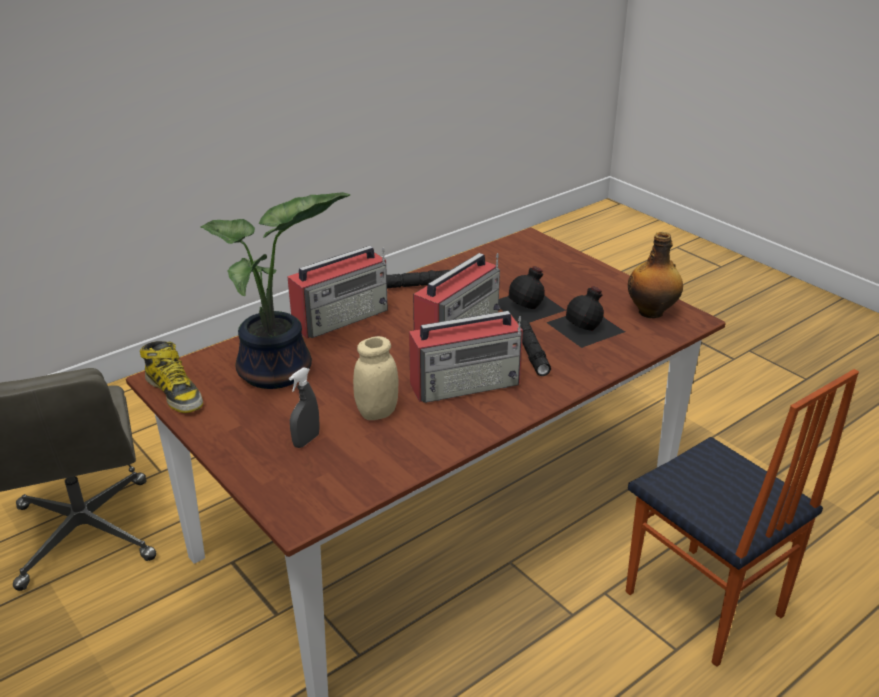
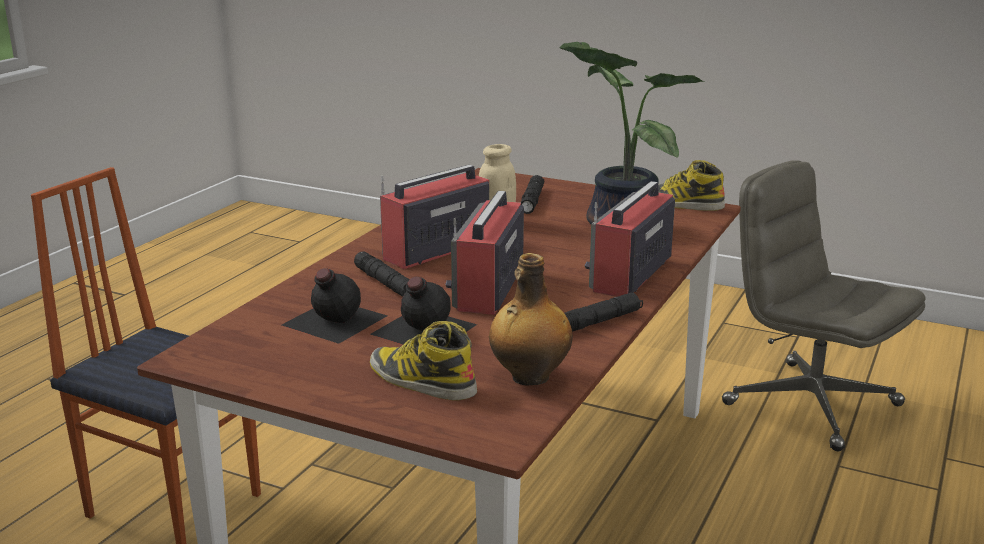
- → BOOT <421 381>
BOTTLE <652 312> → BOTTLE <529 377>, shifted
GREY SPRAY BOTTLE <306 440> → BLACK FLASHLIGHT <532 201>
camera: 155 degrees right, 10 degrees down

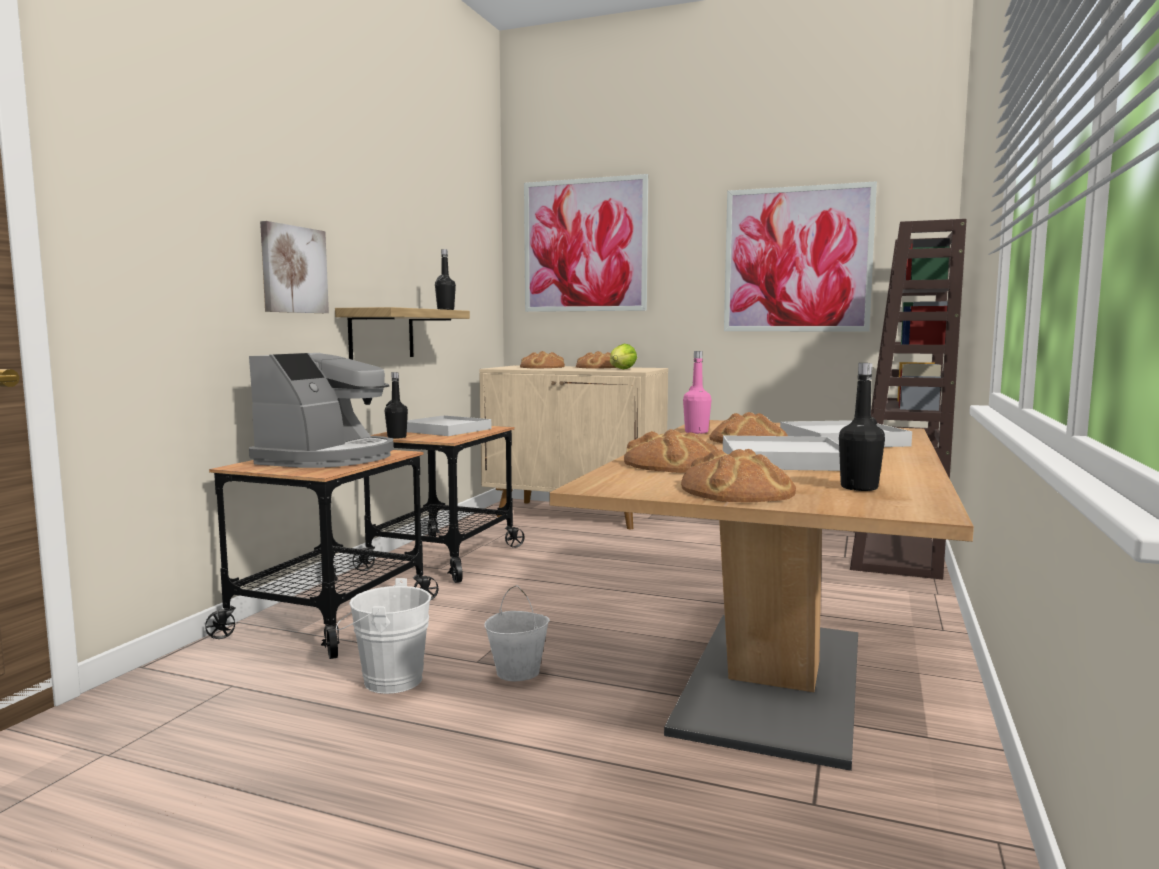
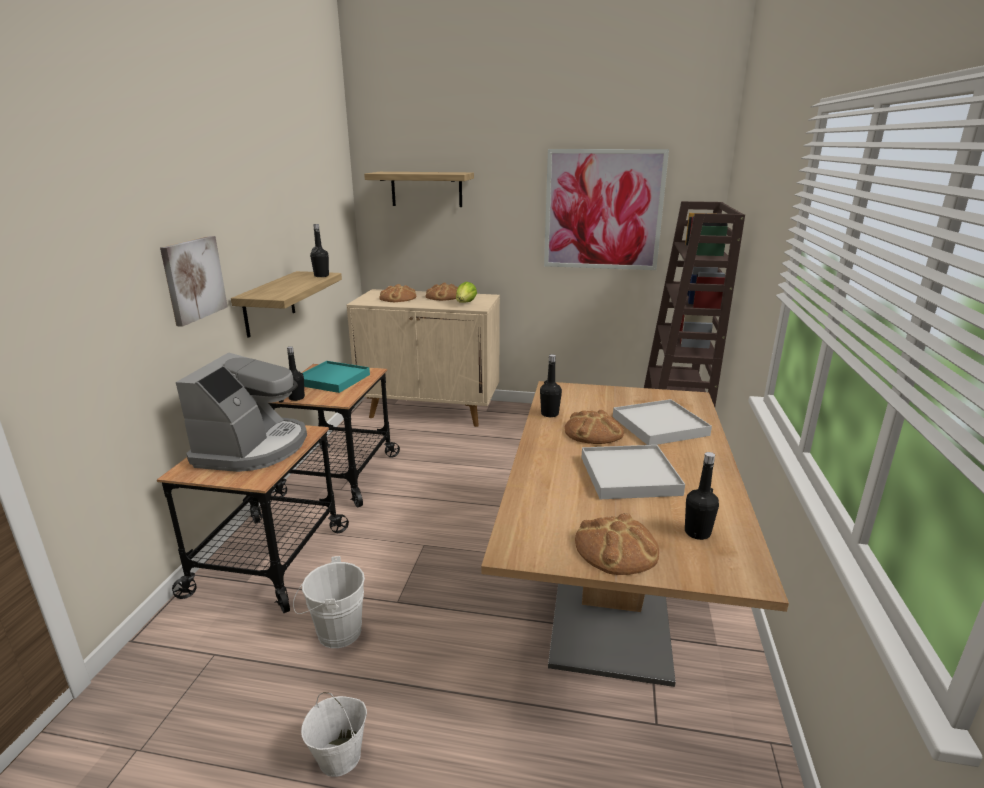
BREAD <672 464> → -
WHITE BUCKET <518 672> → WHITE BUCKET <340 756>, shifted
PICTURE <585 245> → SHELF <426 189>
WHITE TRAY <446 430> → TURQUOISE TRAY <333 379>
PINK BOTTLE <696 432> → BLACK BOTTLE <549 414>
camera: 10 degrees left, 15 degrees up

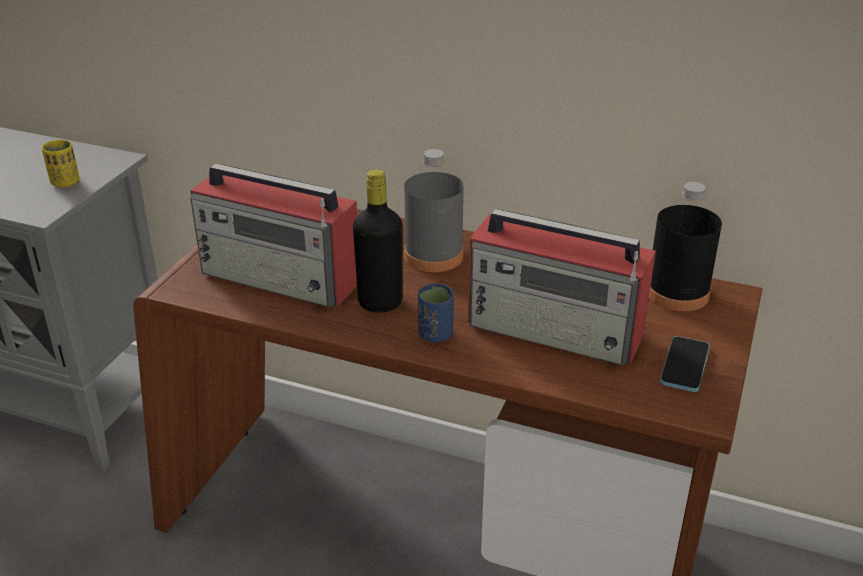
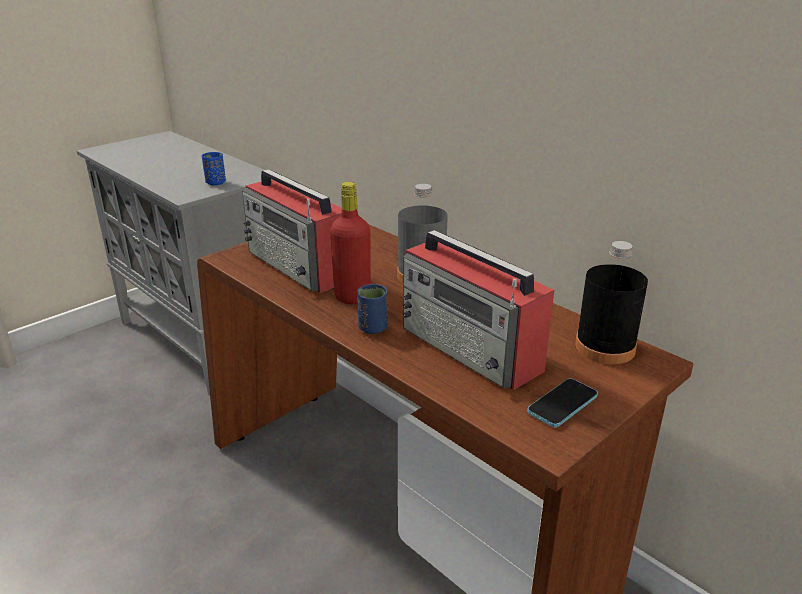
YELLOW CUP <65 182> → BLUE CUP <215 183>
BLACK BOTTLE <380 303> → RED BOTTLE <352 297>
camera: 25 degrees right, 5 degrees down

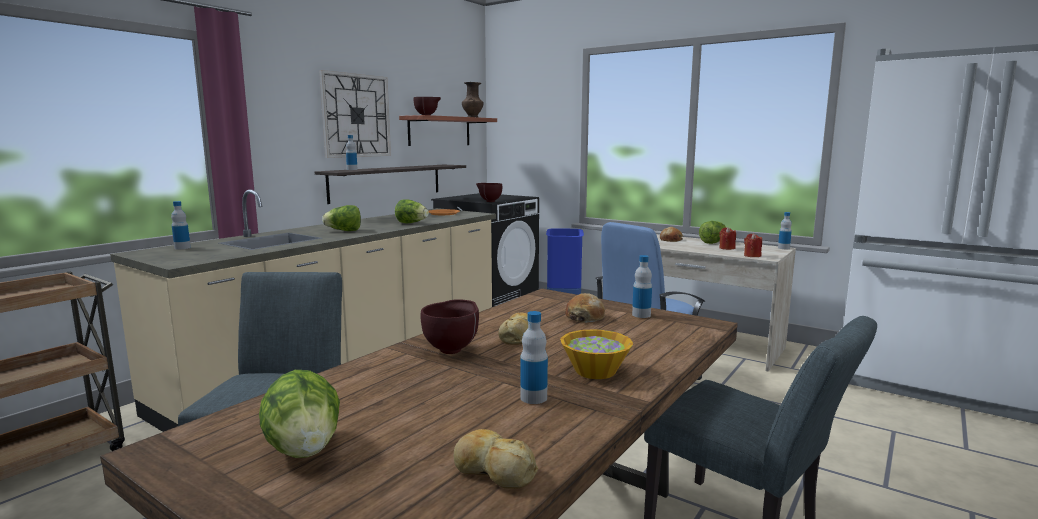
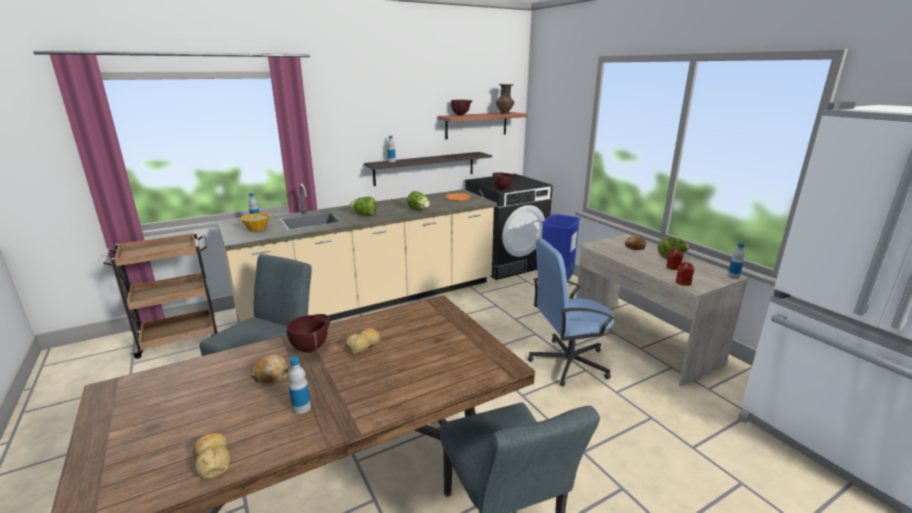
LETTUCE <304 449> → -
WALL CLOCK <356 115> → -
BOTTLE <641 315> → -
BOWL <595 371> → BOWL <257 228>, shifted
BREAD <585 317> → BREAD <271 375>, shifted
camera: 25 degrees right, 10 degrees up

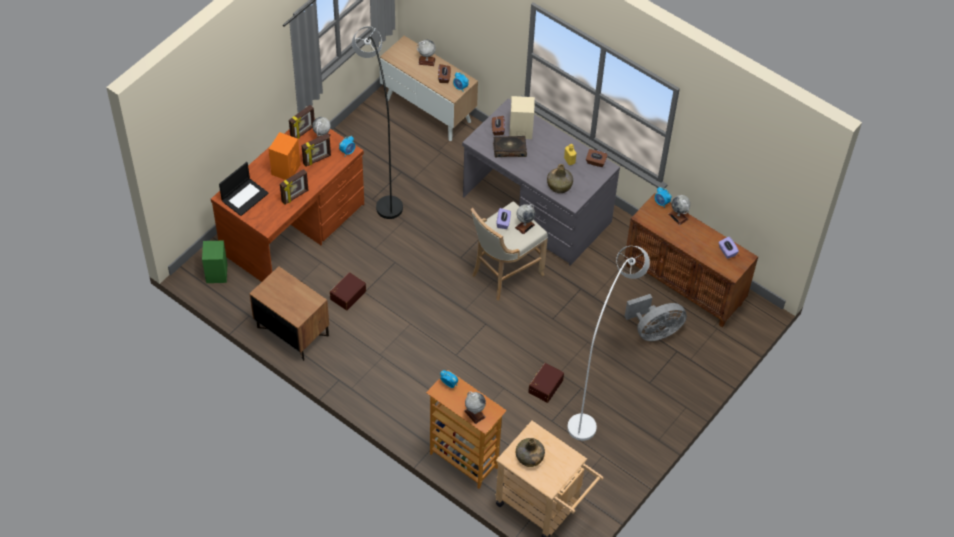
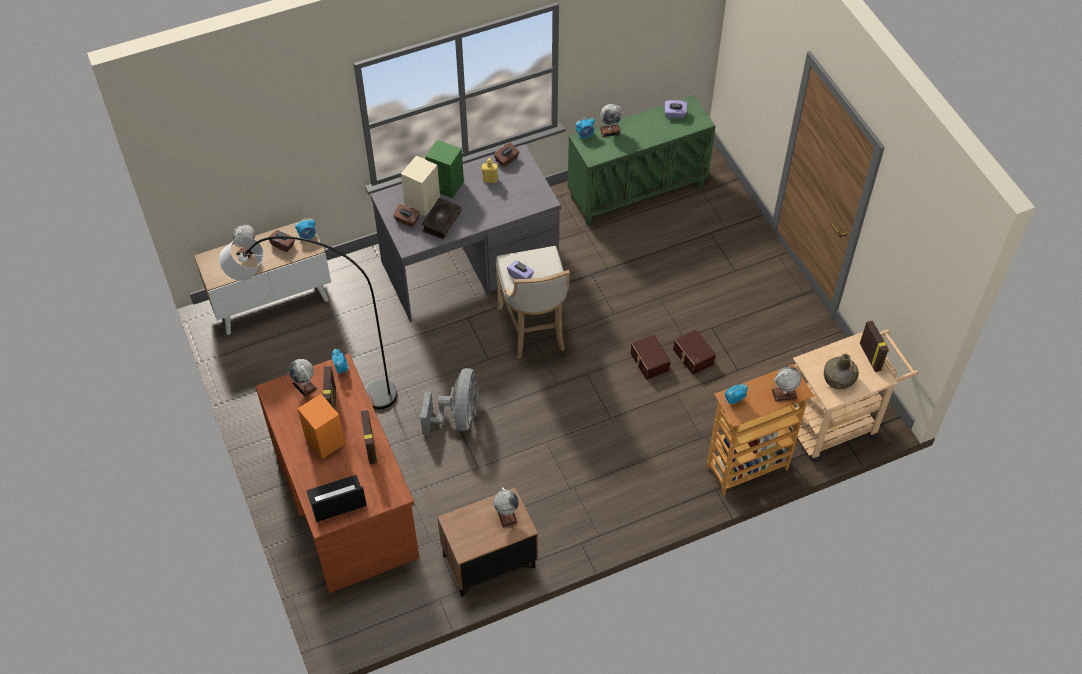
GREEN BOTTLE <559 185> → -
WHITE FLOOR LAMP <601 385> → -
GREEN SPEAKER <216 274> → GREEN SPEAKER <447 185>, shifted
PICTURE FRAME <303 132> → PICTURE FRAME <870 357>, shifted
BROWN STORAGE BOX <347 294> → BROWN STORAGE BOX <648 362>, shifted
GLOBE <525 226> → GLOBE <506 515>, shifted
GREY FAN <654 331> → GREY FAN <458 417>, shifted
BROWN CABINET <684 285> → GREEN CABINET <637 191>
LAPTOP <245 196> → LAPTOP <336 500>, 90 degrees counterclockwise
camera: 60 degrees left, 0 degrees up

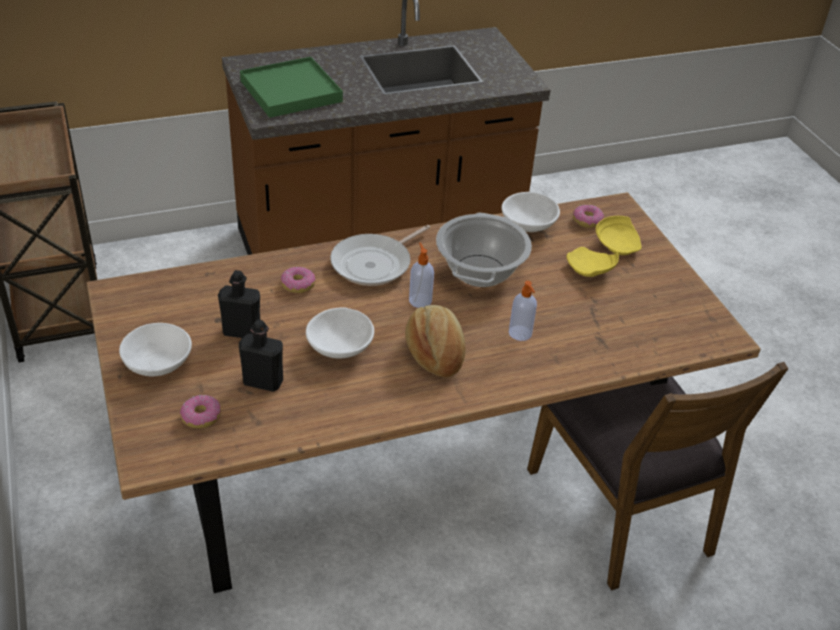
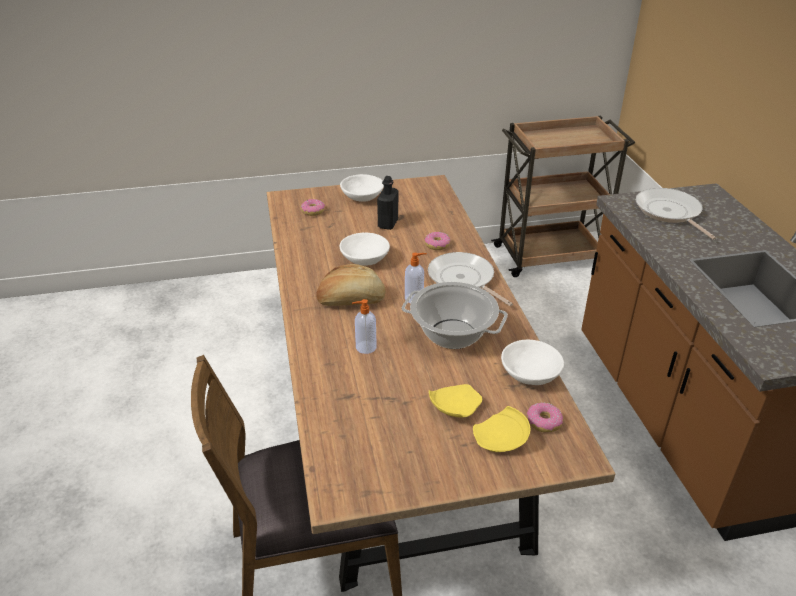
BLACK BOTTLE <263 382> → -
GREEN TRAY <291 91> → FRYING PAN <669 212>
camera: 100 degrees right, 5 degrees down

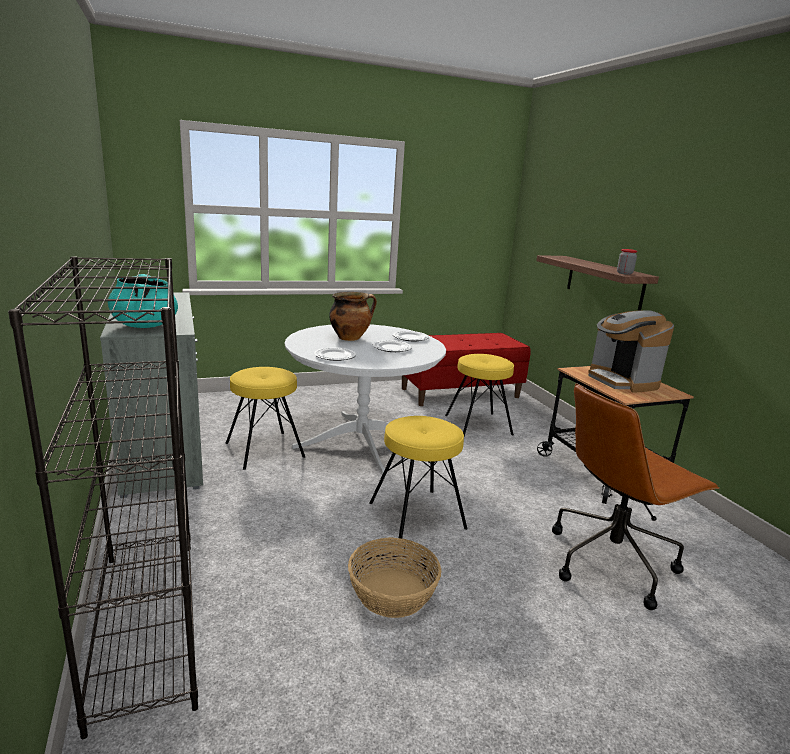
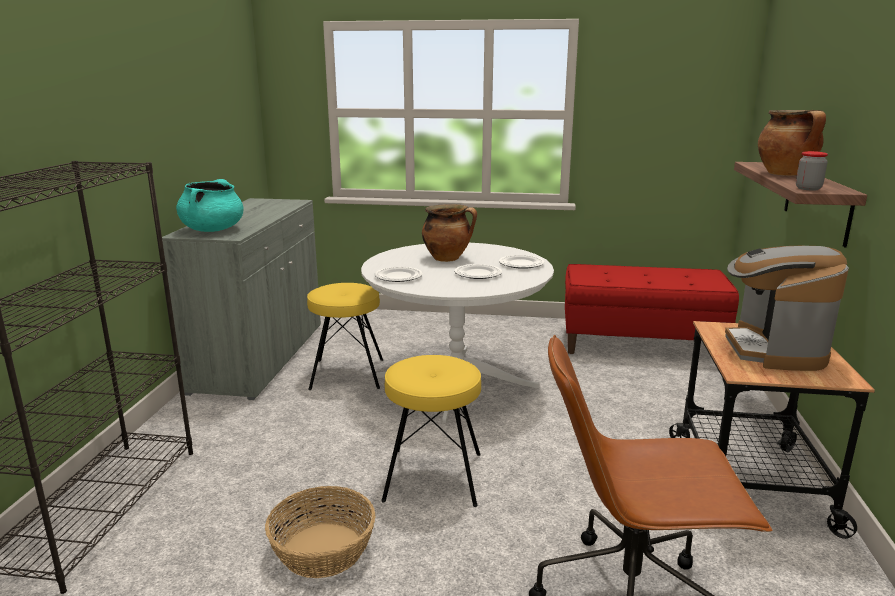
YELLOW STOOL <478 425> → -
- → COOKING POT <786 174>
camera: 30 degrees right, 0 degrees up

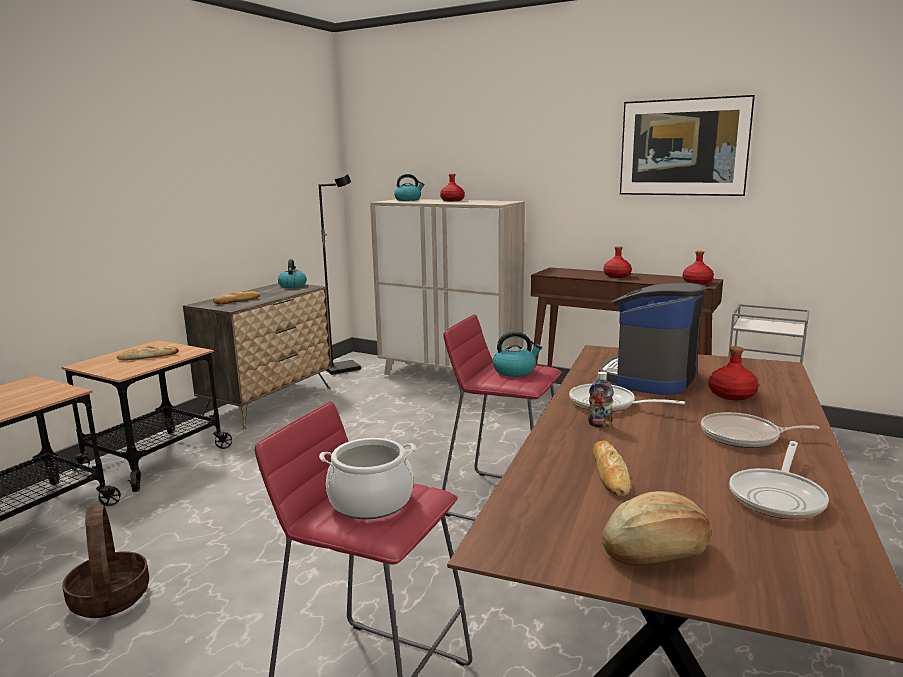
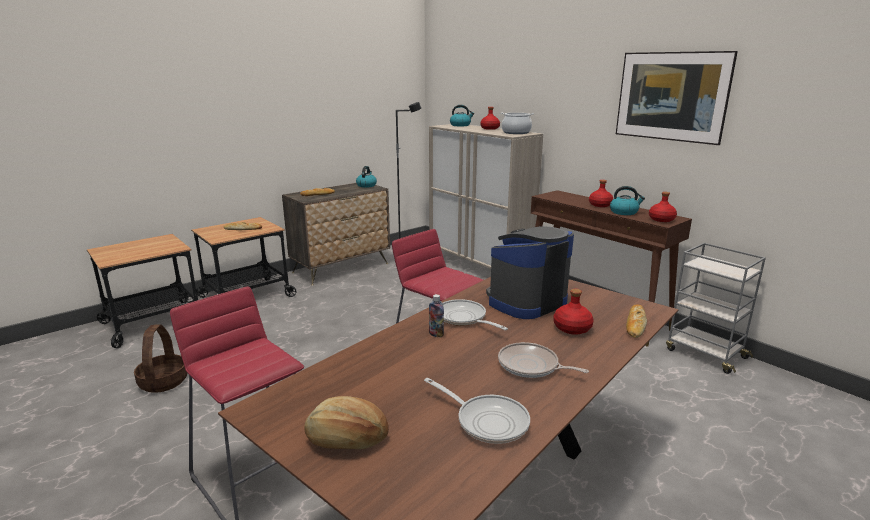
COOKING POT <371 502> → COOKING POT <516 132>, shifted
KETTLE <515 371> → KETTLE <624 212>, shifted
BREAD <610 473> → BREAD <635 324>, shifted
FRYING PAN <778 497> → FRYING PAN <487 421>, 105 degrees counterclockwise
camera: 20 degrees right, 5 degrees up

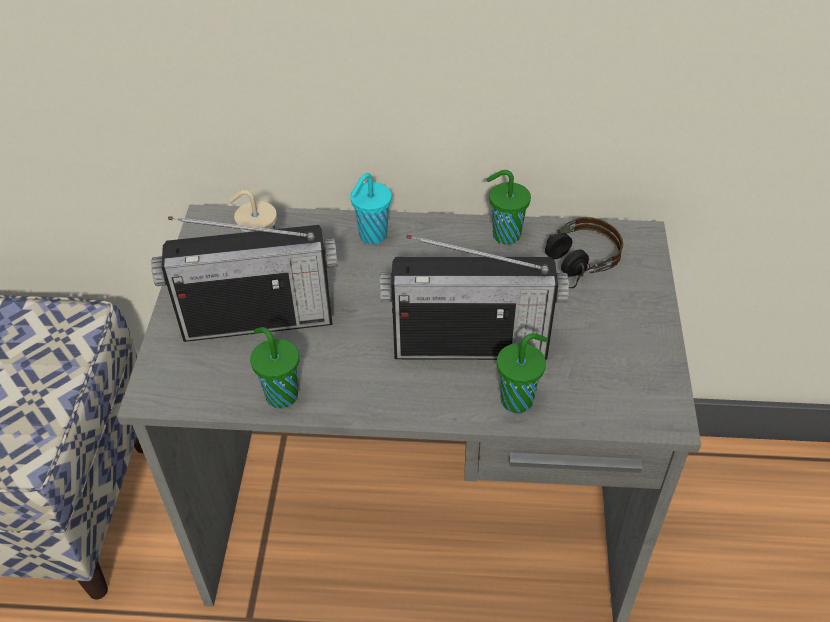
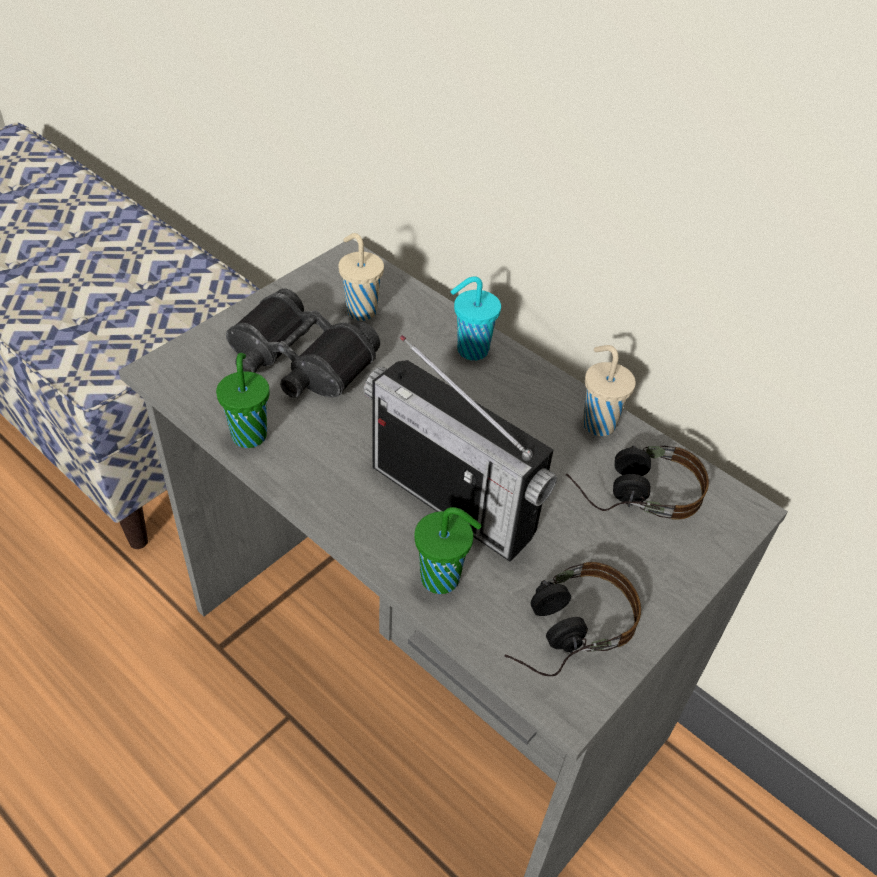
- → HEADPHONES <561 632>
RADIO <258 319> → BLACK BINOCULARS <299 362>
GREEN CUP <504 235> → BEIGE CUP <597 423>
camera: 35 degrees right, 0 degrees up

